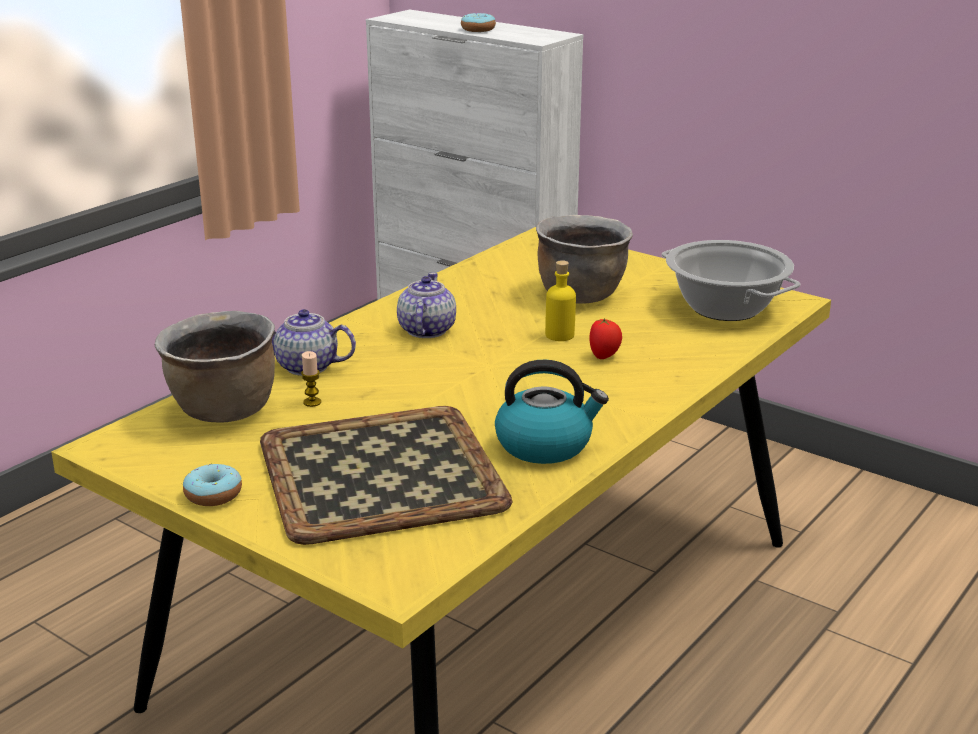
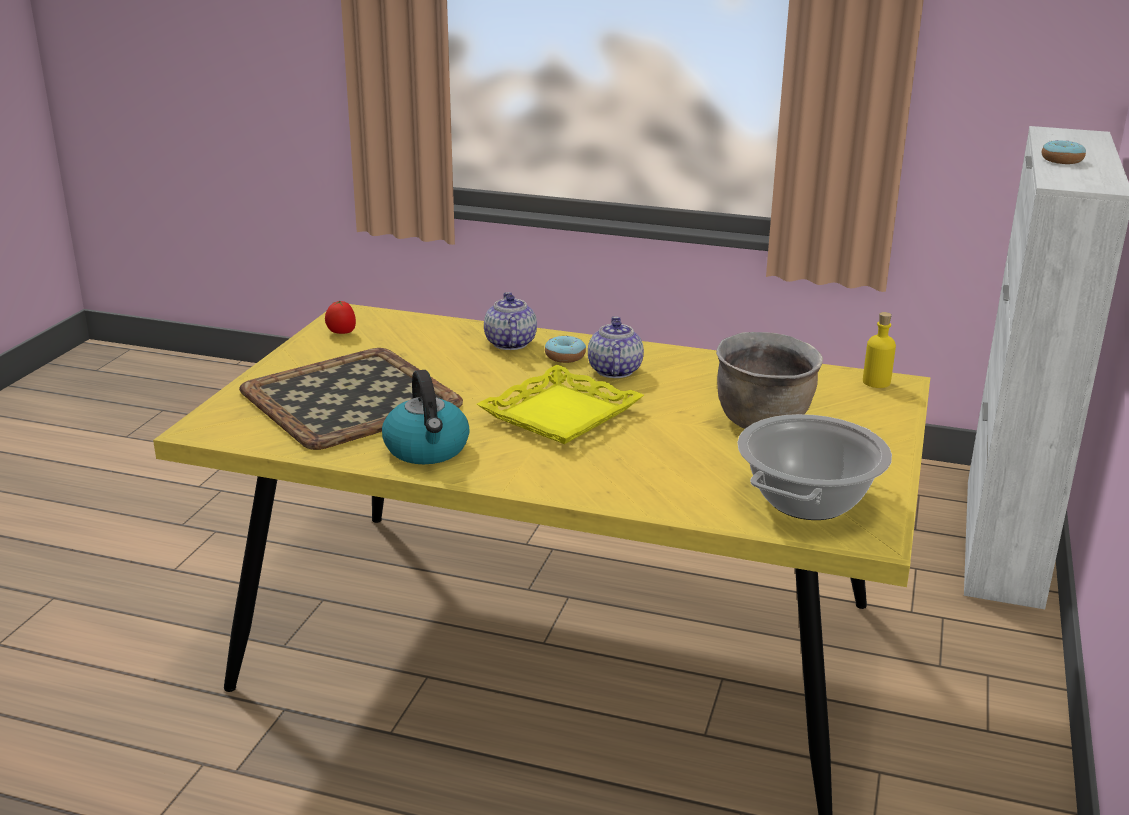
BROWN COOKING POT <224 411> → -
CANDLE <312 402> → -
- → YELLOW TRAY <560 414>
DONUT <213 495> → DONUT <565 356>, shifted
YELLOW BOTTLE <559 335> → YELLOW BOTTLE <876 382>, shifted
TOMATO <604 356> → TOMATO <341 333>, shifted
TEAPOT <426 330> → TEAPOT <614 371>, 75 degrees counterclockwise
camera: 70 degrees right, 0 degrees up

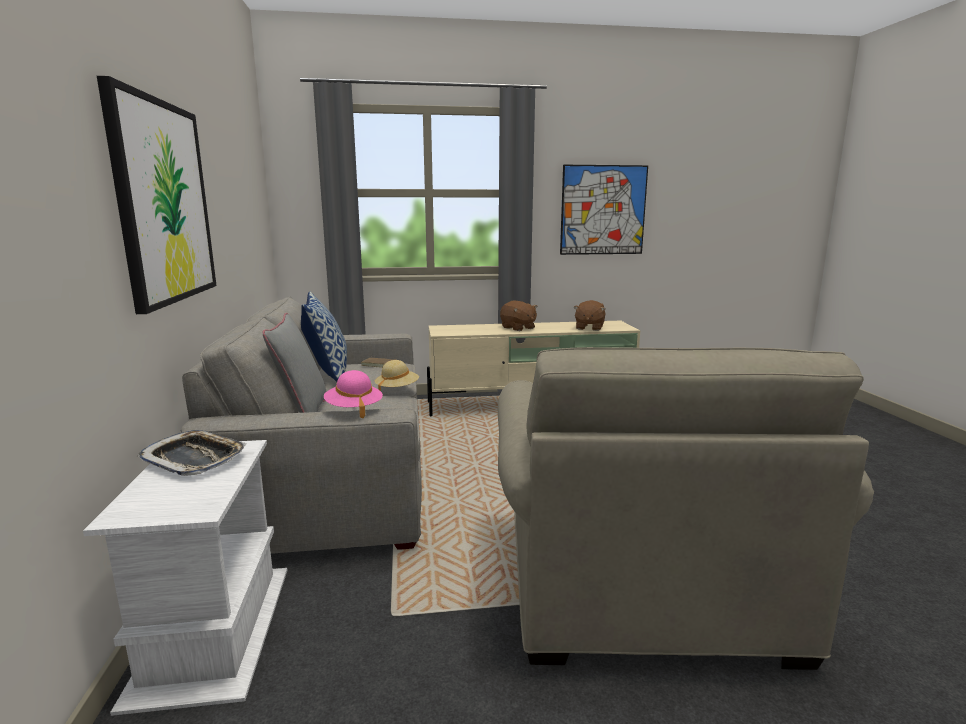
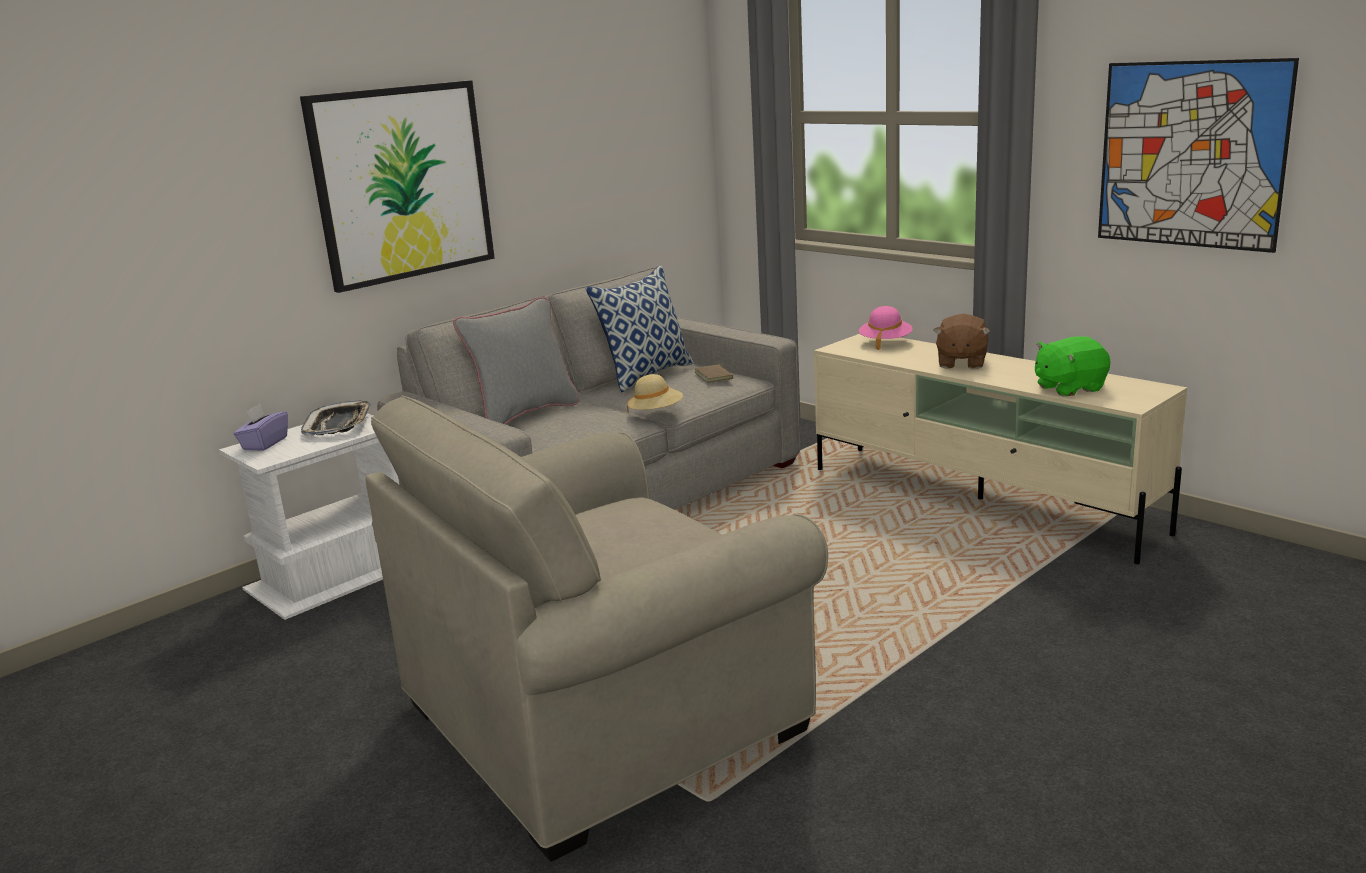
- → PURPLE TISSUE BOX <264 444>
PINK HAT <354 409> → PINK HAT <885 342>, shifted
BROWN PLUSH TOY <589 328> → GREEN PLUSH TOY <1069 388>
camera: 55 degrees right, 5 degrees up

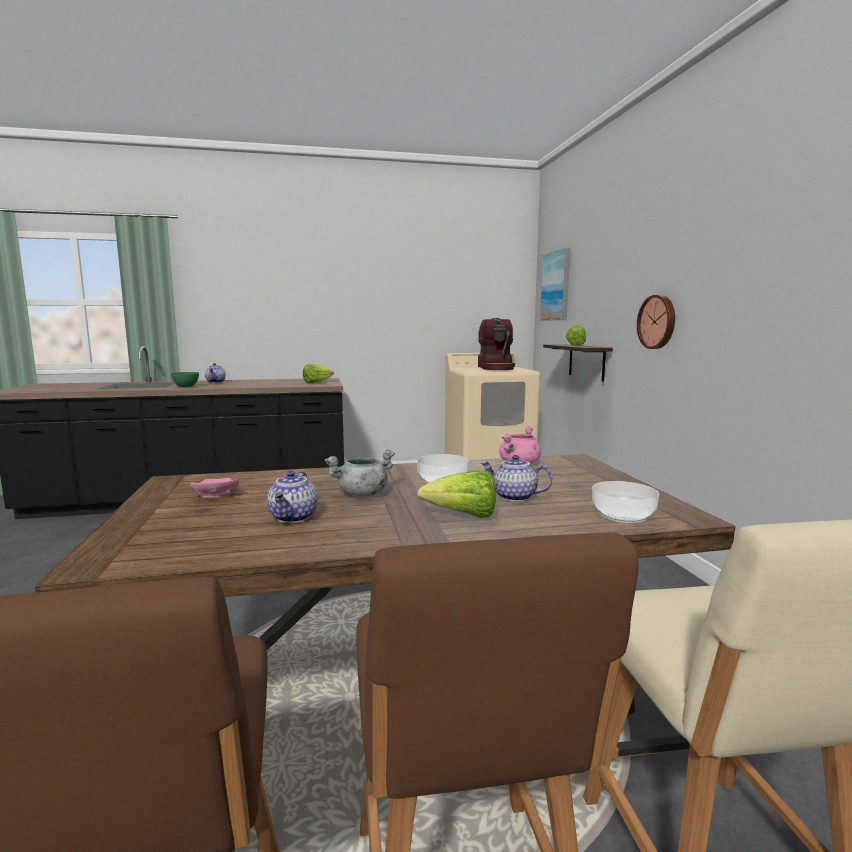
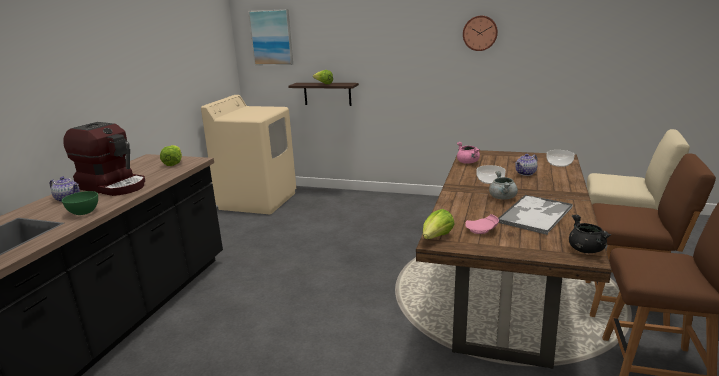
- → BLACK COOKING POT <585 249>
LETTUCE <463 516> → LETTUCE <436 238>, shifted
COFFEE MACHINE <496 368> → COFFEE MACHINE <113 186>, shifted
WALL CLOCK <658 322> → WALL CLOCK <480 33>, shifted
TEAPOT <294 517> → TRAY <535 214>
camera: 60 degrees left, 10 degrees up

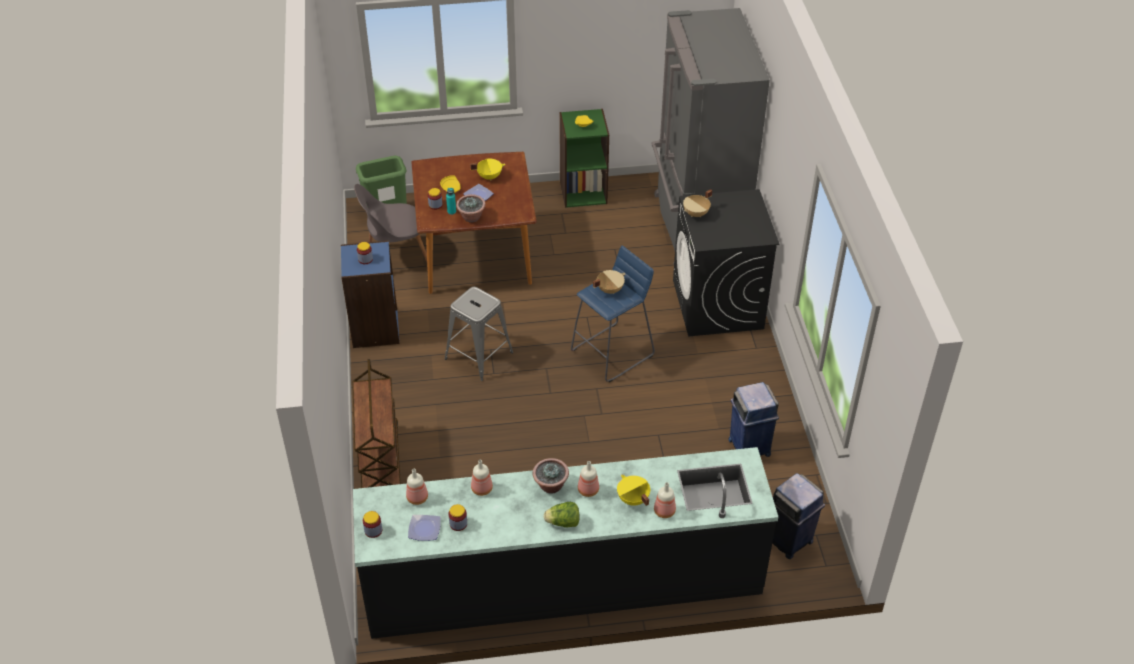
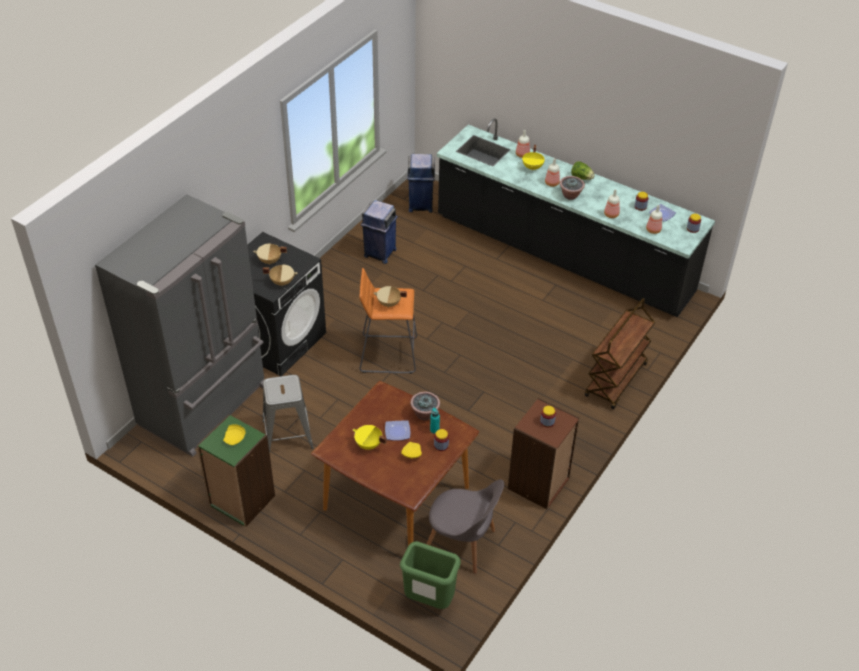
- → BEIGE COOKING POT <270 261>
GREY STOOL <478 356> → GREY STOOL <288 435>, shifted
BLUE BOOKCASE <374 329> → BROWN BOOKCASE <539 484>
BLUE STOOL <613 352> → ORANGE STOOL <388 354>
camera: 140 degrees left, 0 degrees up

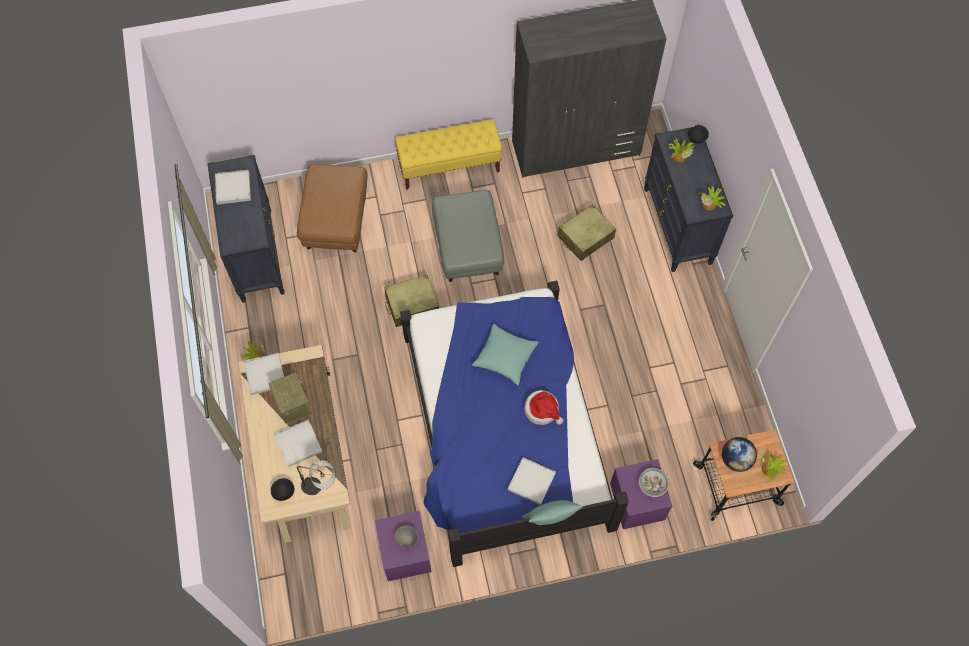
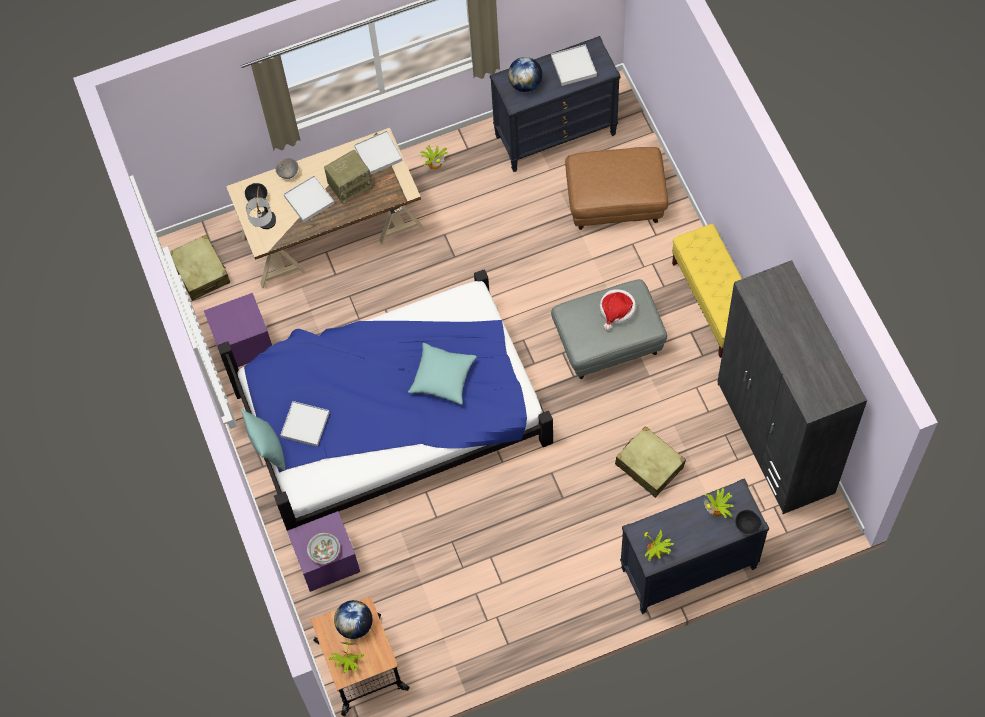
- → GLOBE <525 84>
BEIGE SUITCASE <411 305> → BEIGE SUITCASE <201 272>, shifted
GREY BOWL <406 539> → GREY BOWL <288 173>, shifted
HAT <542 410> → HAT <617 311>, shifted
camera: 85 degrees right, 0 degrees up

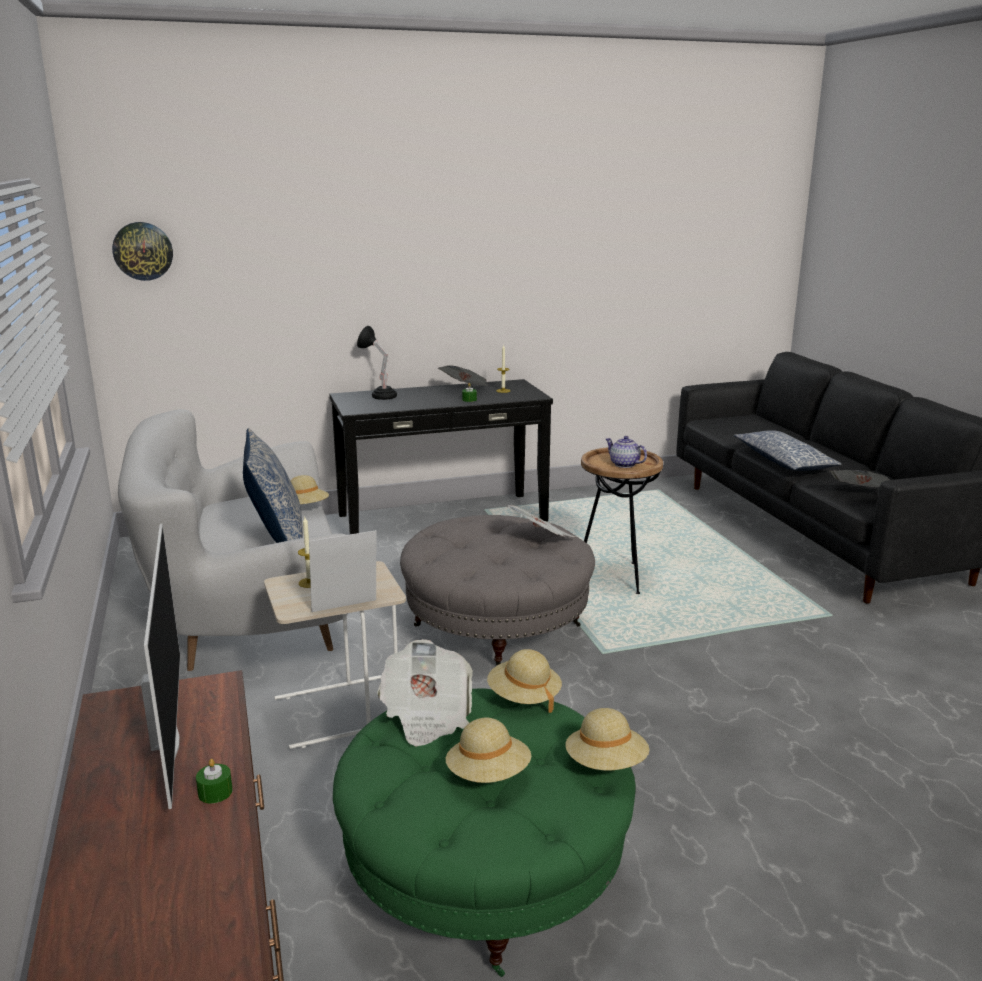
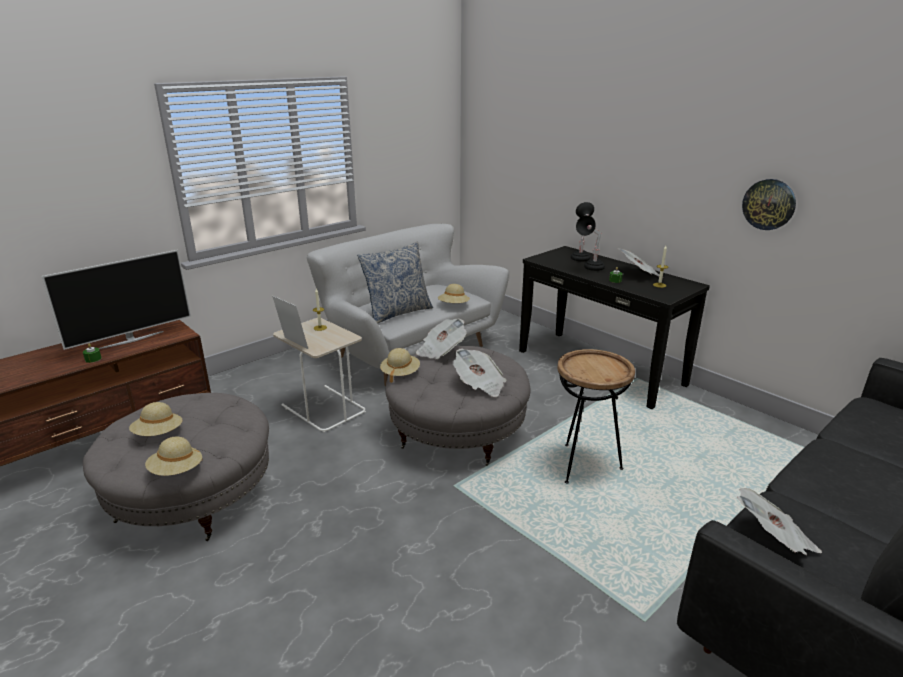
TEAPOT <623 464> → -
PILLOW <784 461> → -
- → BLACK TABLE LAMP <590 269>
WALL CLOCK <143 251> → WALL CLOCK <769 204>, shifted
NEWSPAPER <426 715> → NEWSPAPER <440 351>, shifted
BEIGE HAT <524 697> → BEIGE HAT <400 373>, shifted
GREEN OTTOMAN <484 873> → GREY OTTOMAN <193 496>
camera: 65 degrees right, 5 degrees up

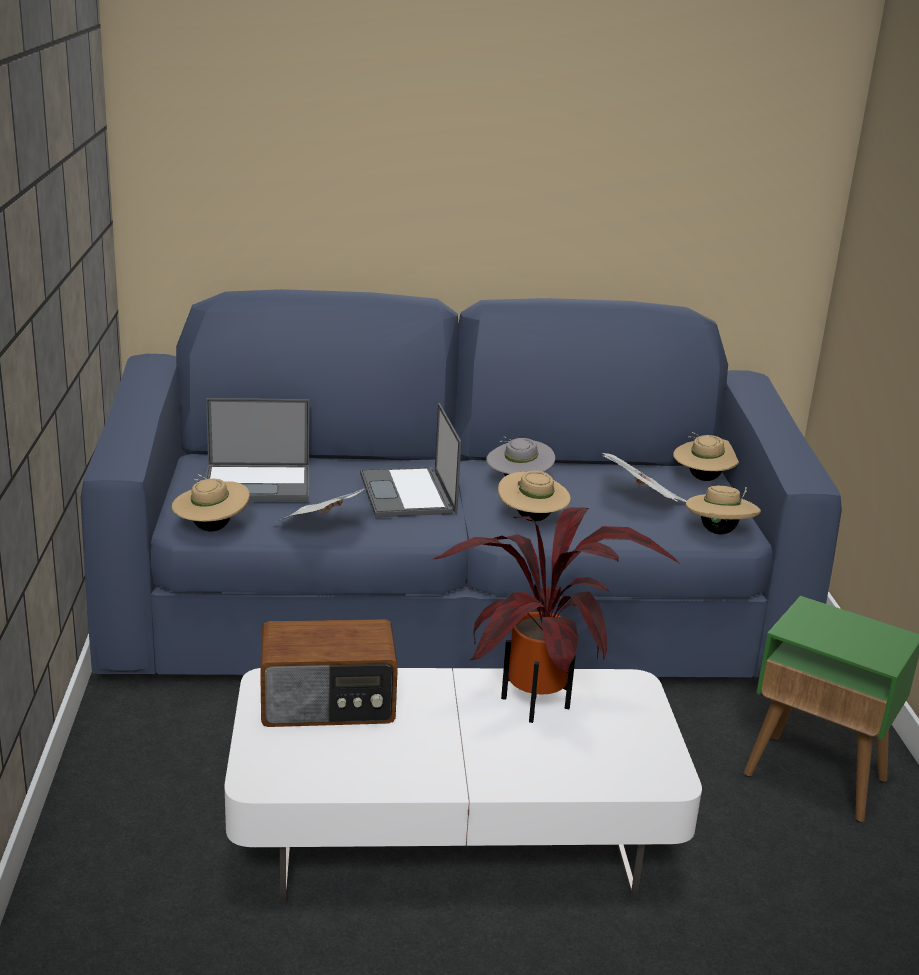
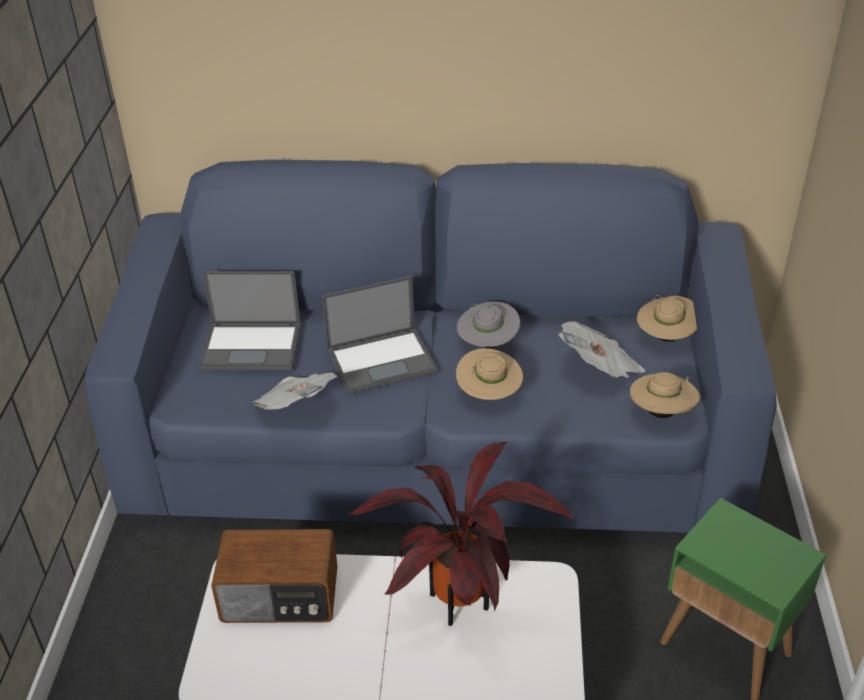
BEIGE HAT <211 528> → -
LAPTOP <408 494> → LAPTOP <382 360>, 105 degrees counterclockwise
camera: 10 degrees right, 15 degrees up

